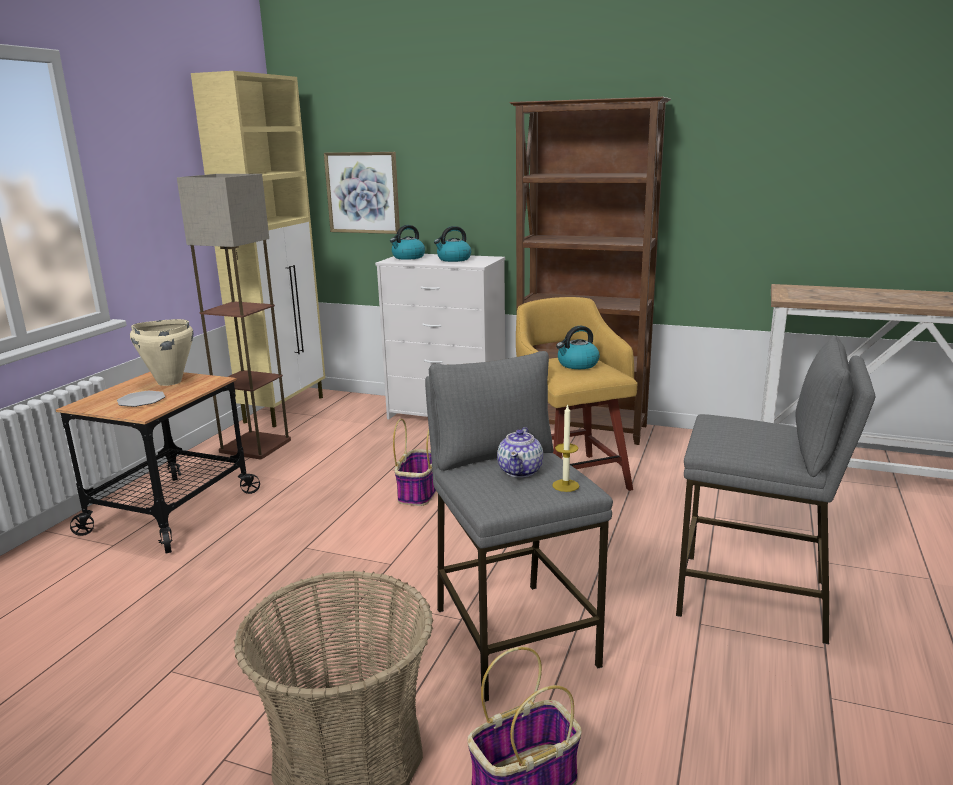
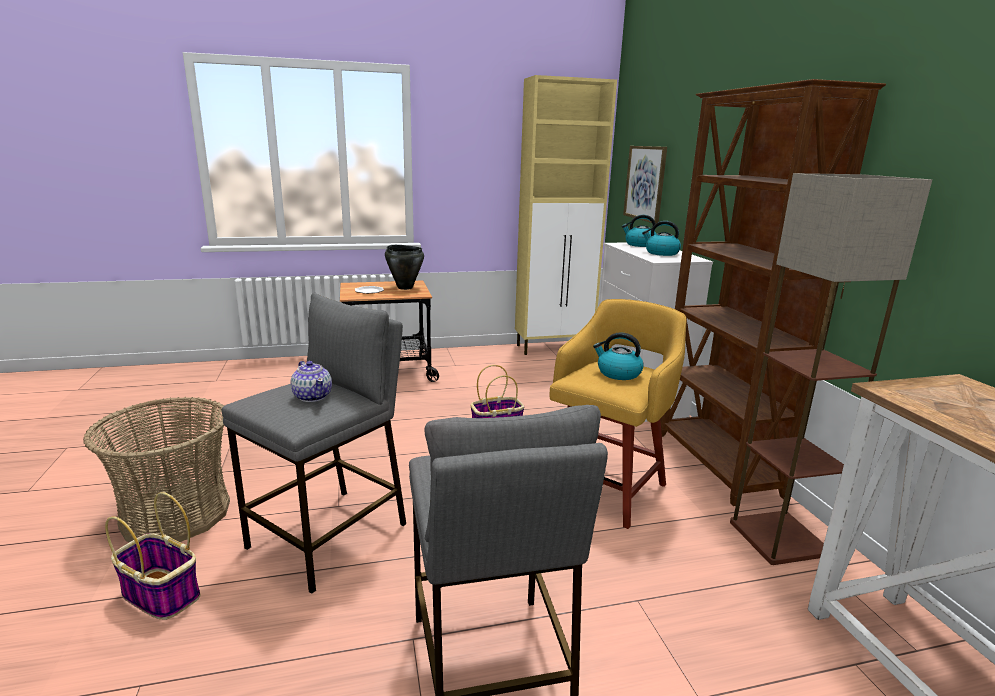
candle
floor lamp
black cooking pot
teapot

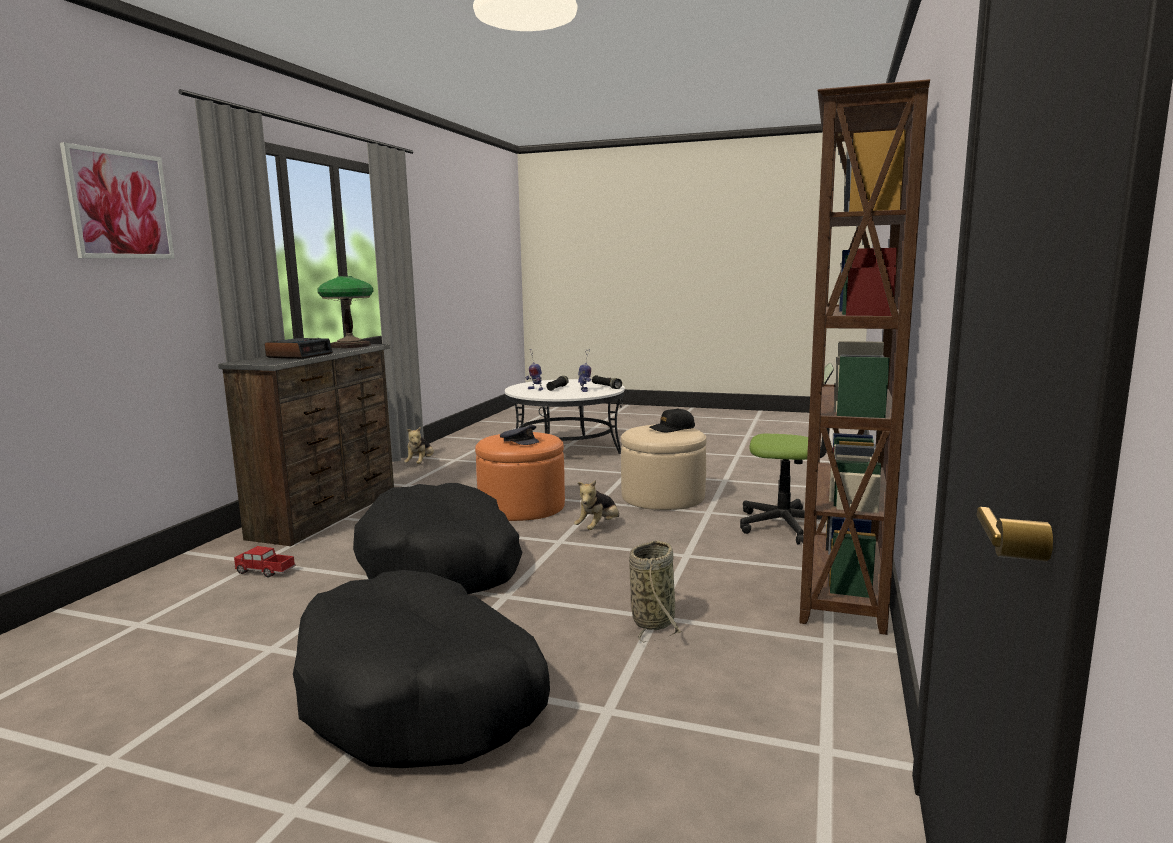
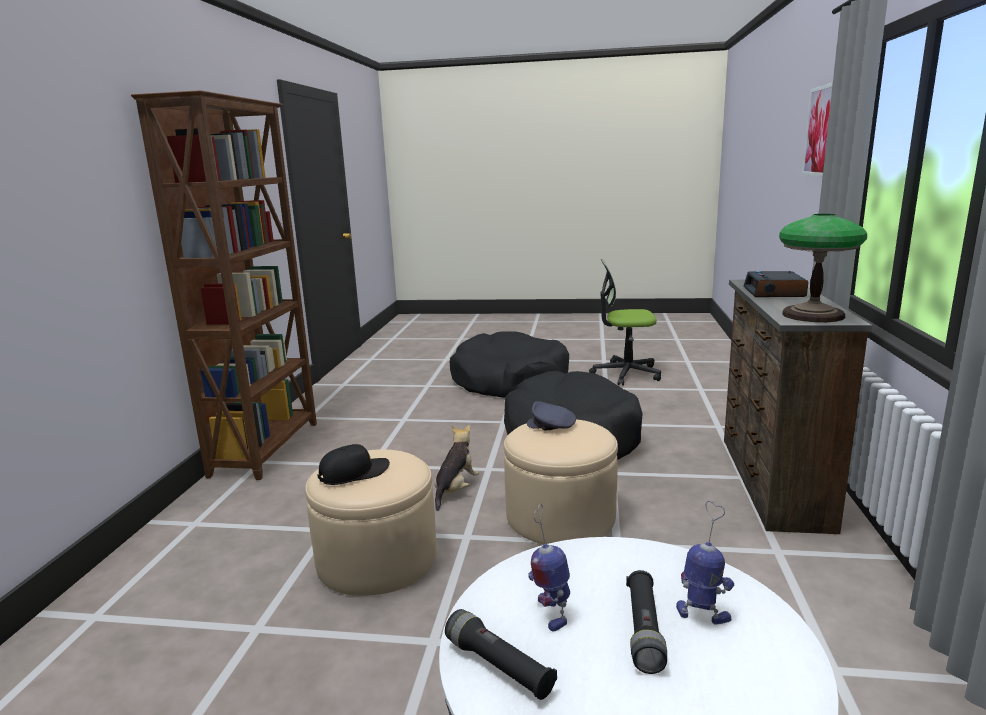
toy truck
plush toy (no. 1 from left in the first image)
basket
office chair
beige ottoman (no. 2 from left)

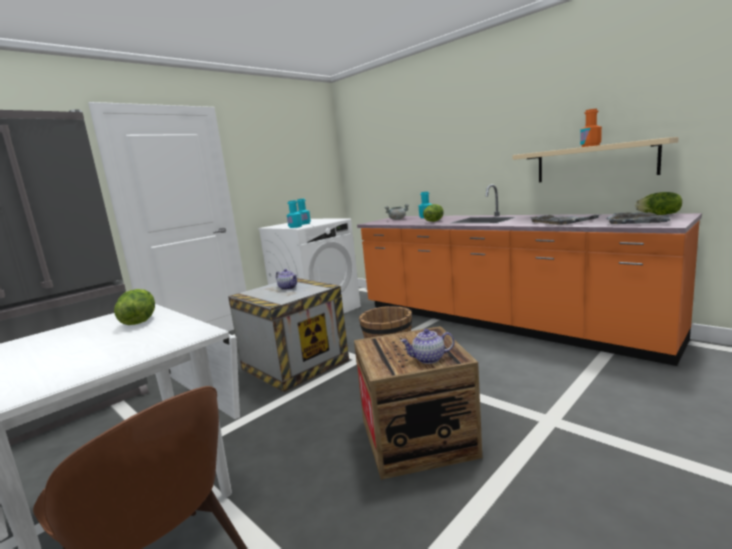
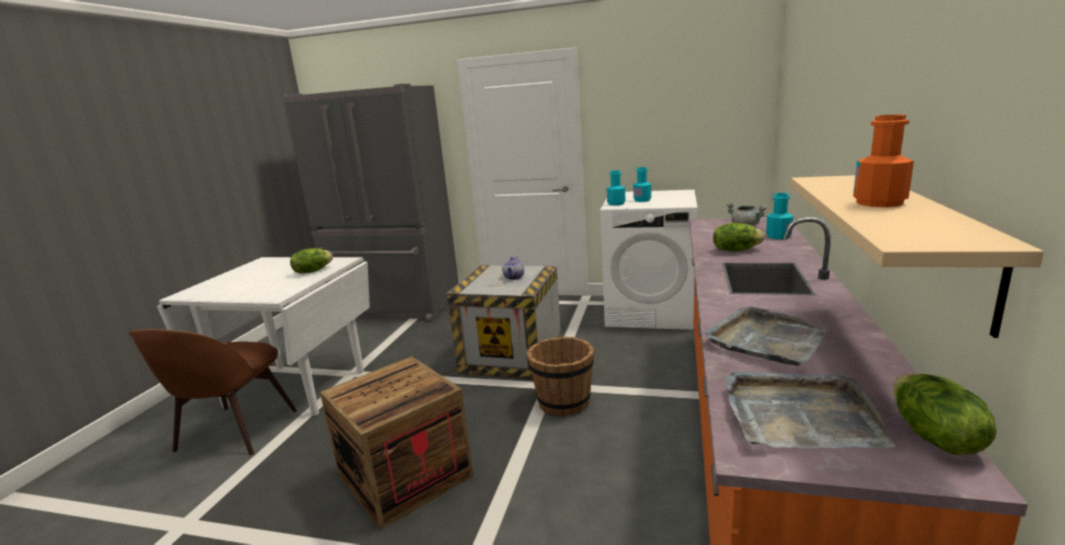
teapot (no. 2 from left in the first image)

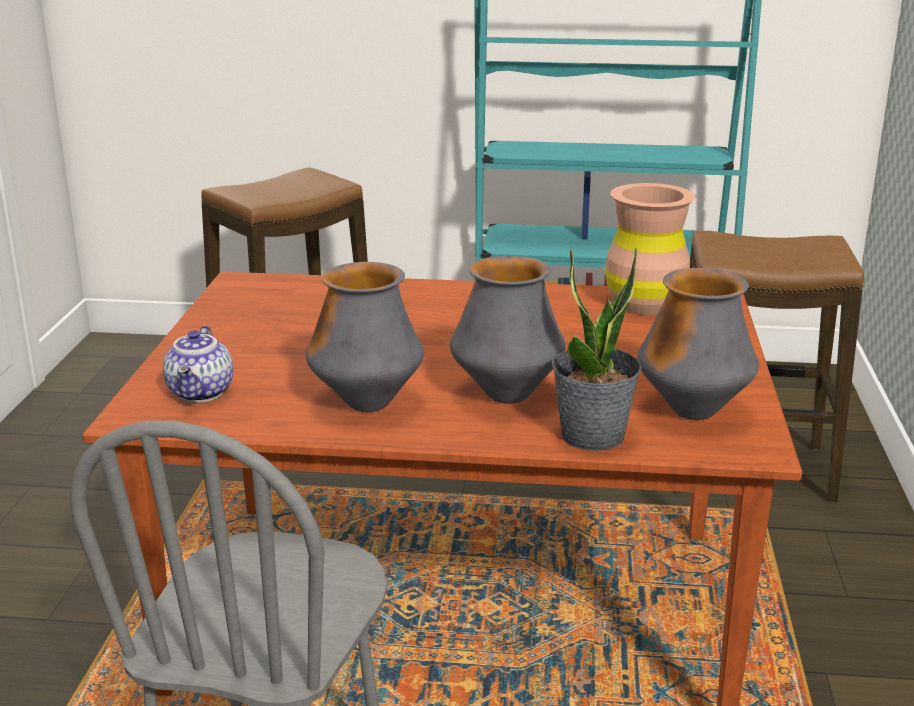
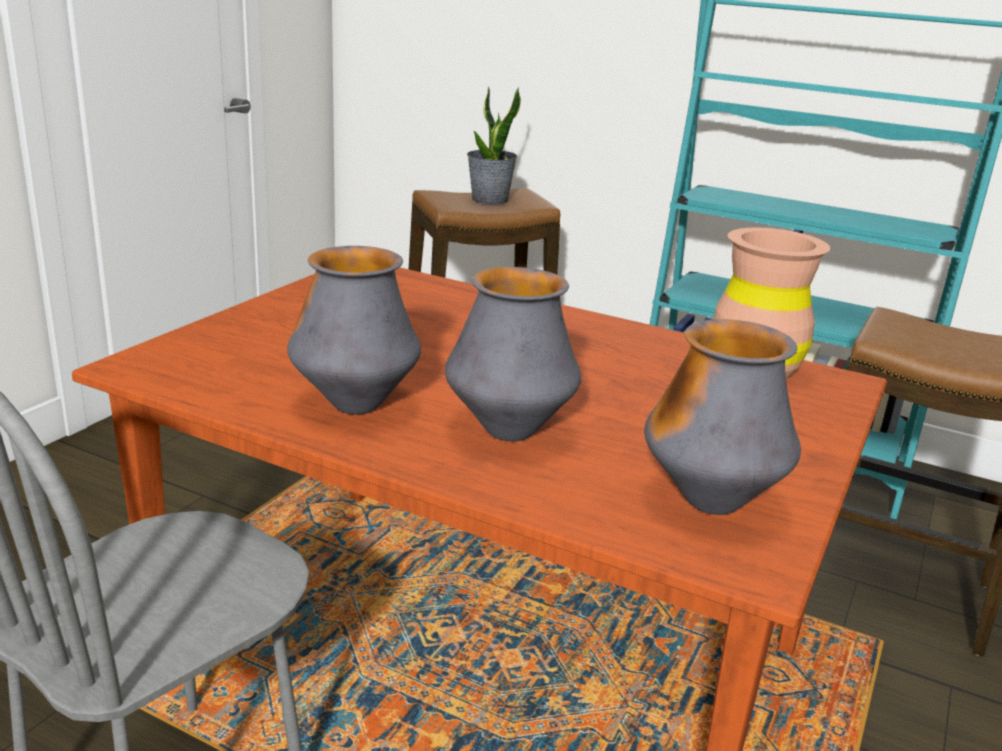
teapot
potted plant

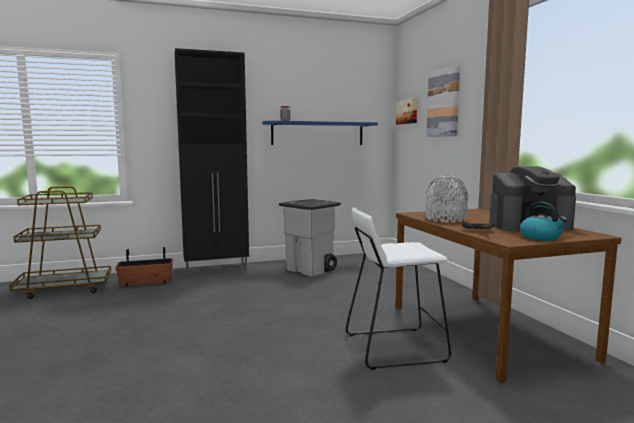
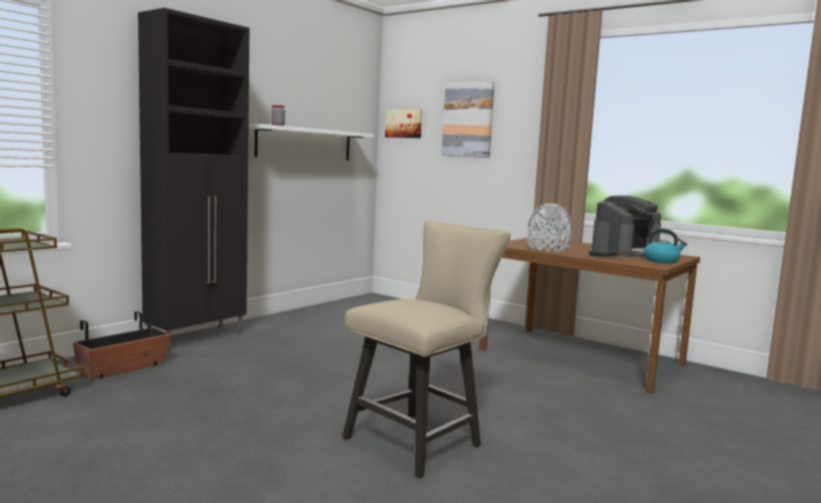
grey trash can
white stool
beige chair
white shelf

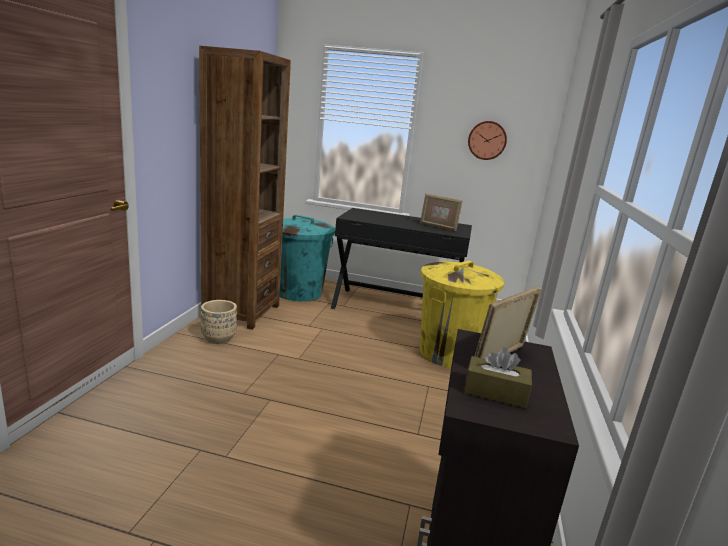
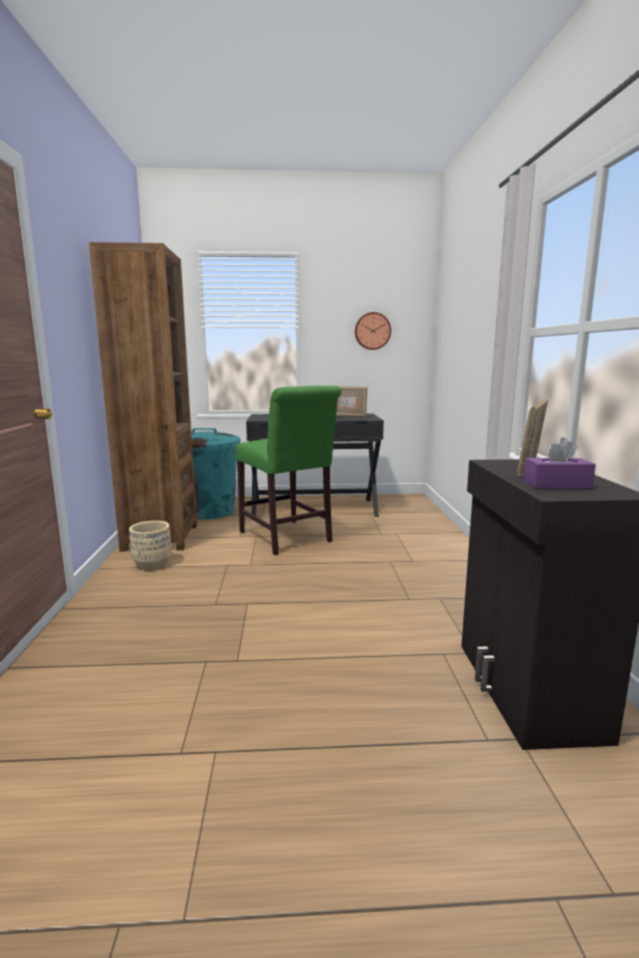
yellow trash can
green chair
purple tissue box

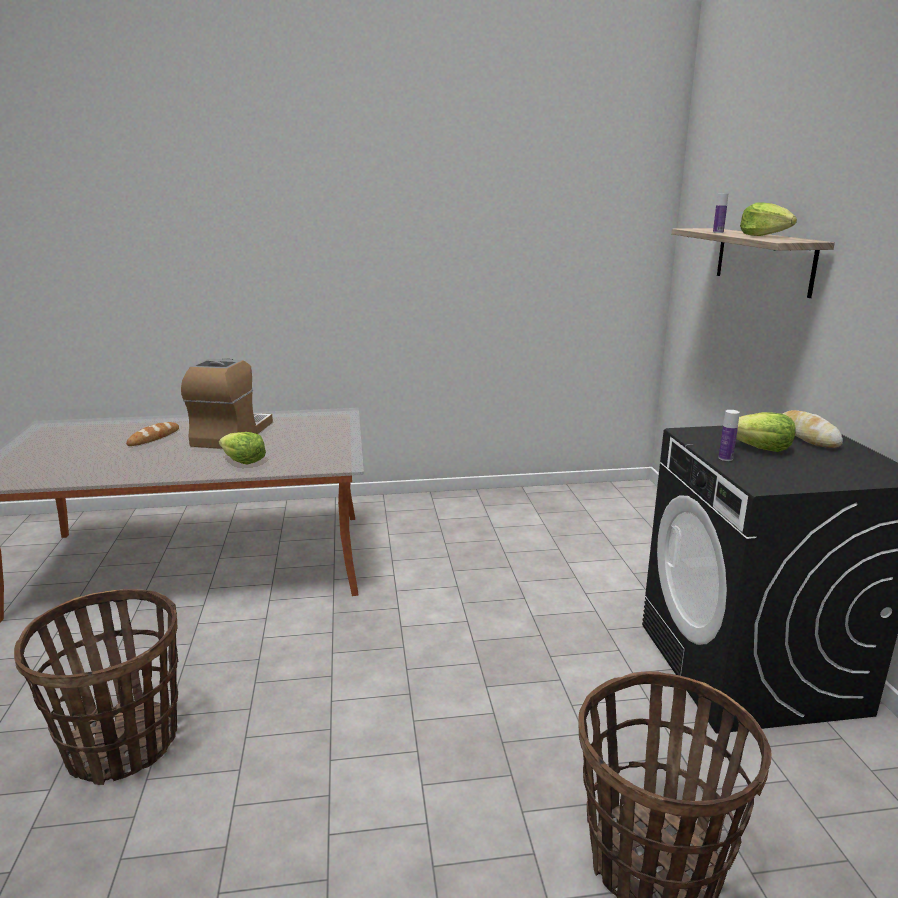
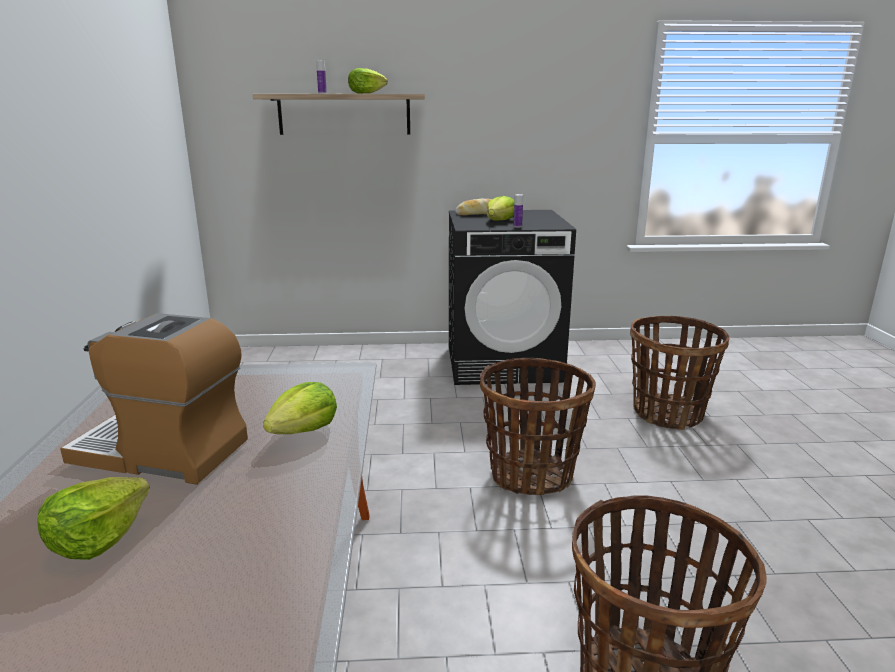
basket (no. 1 from left)
lettuce (no. 1 from left)

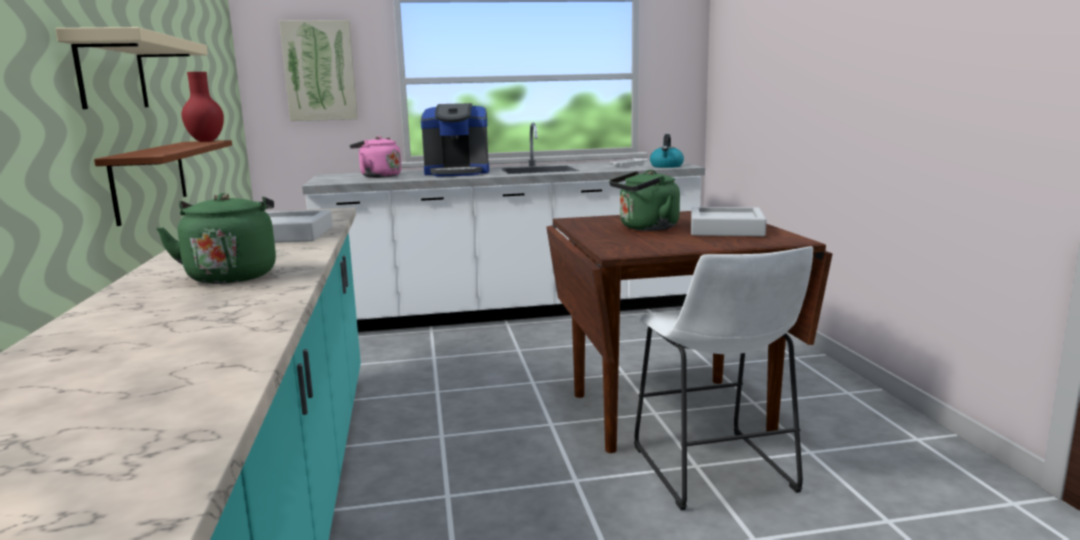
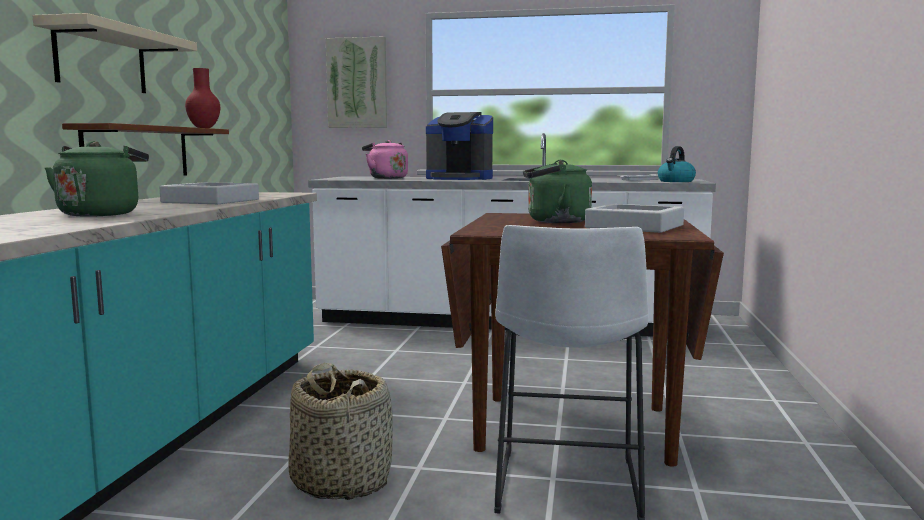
basket

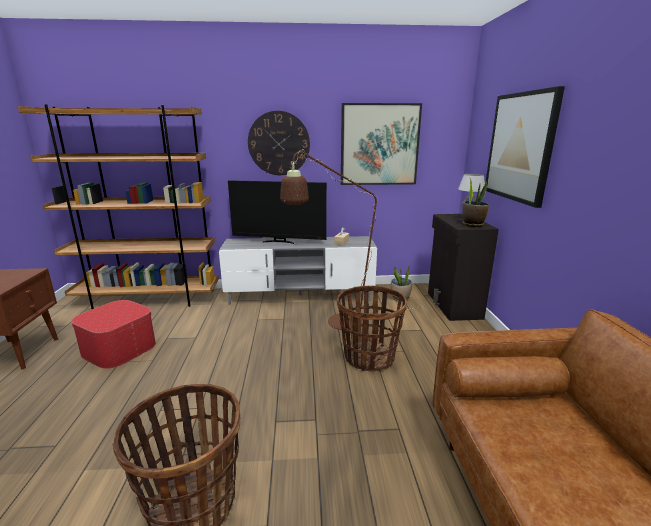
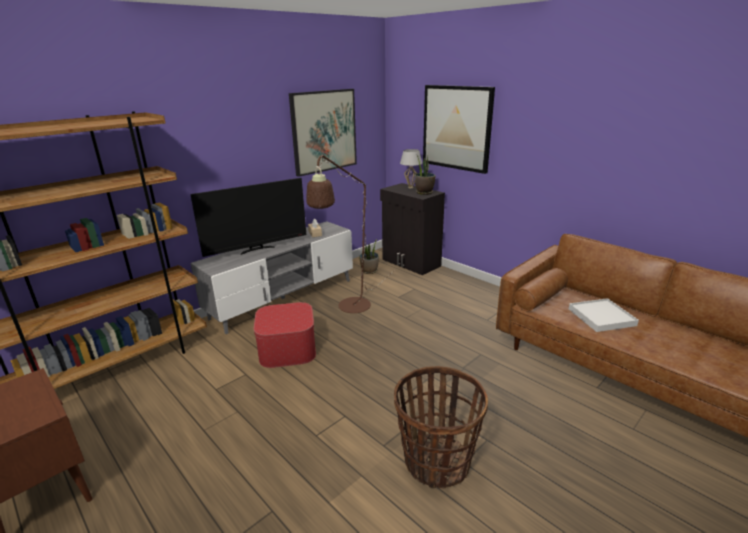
wall clock
basket (no. 2 from left in the first image)
white tray
ottoman

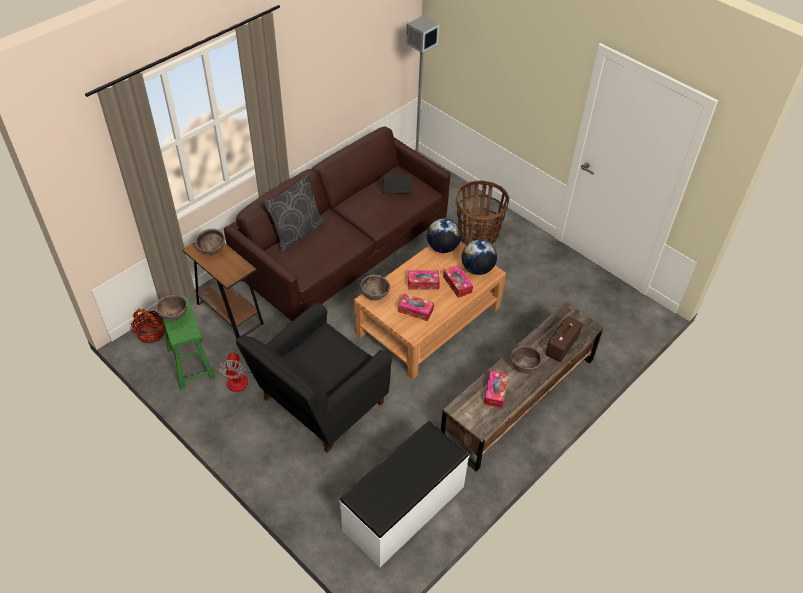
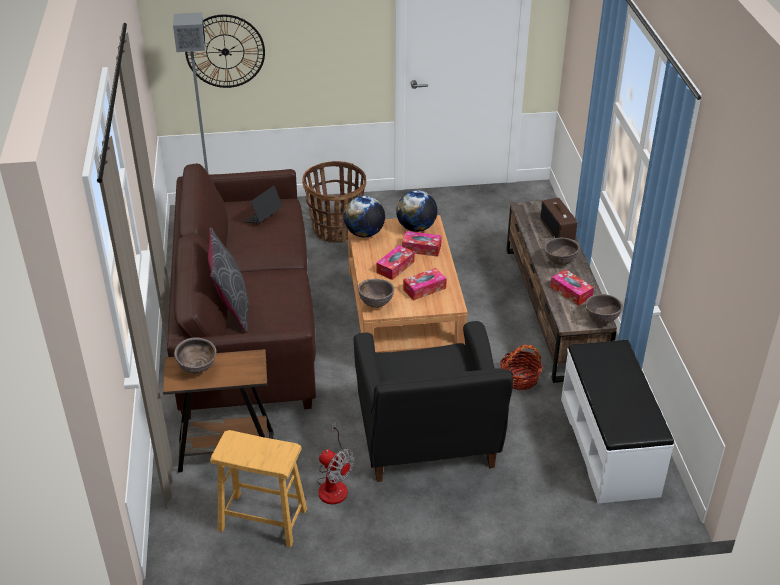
wall clock
basket (no. 2 from left)
brown bowl (no. 4 from left)
brown stool

